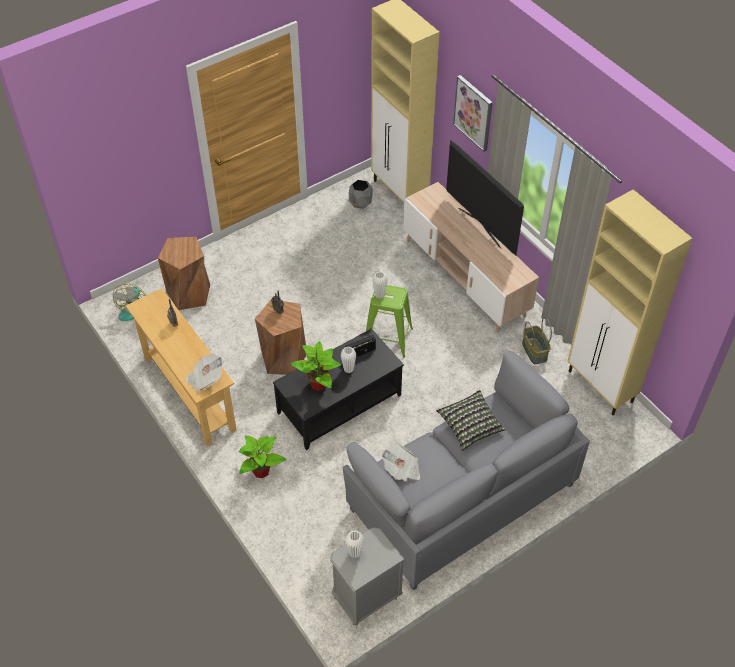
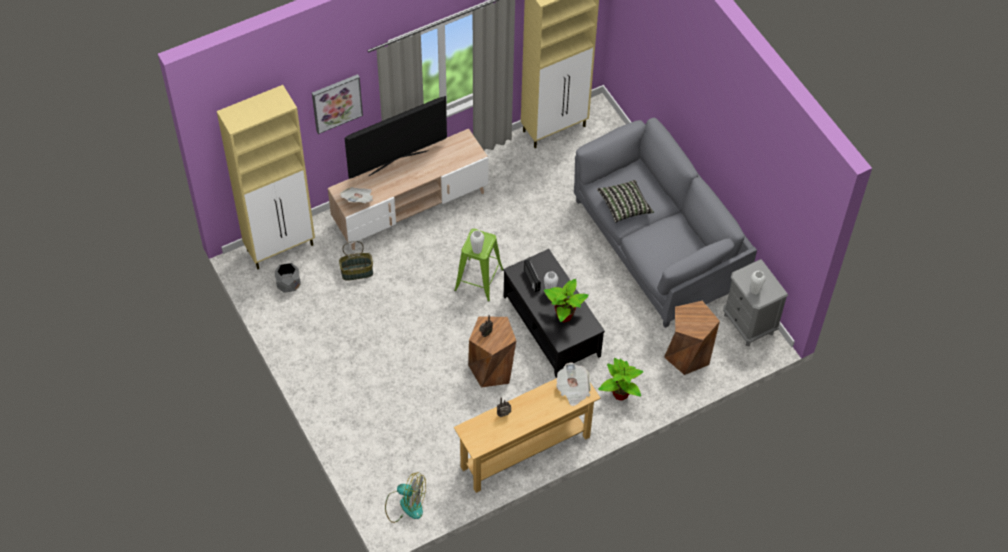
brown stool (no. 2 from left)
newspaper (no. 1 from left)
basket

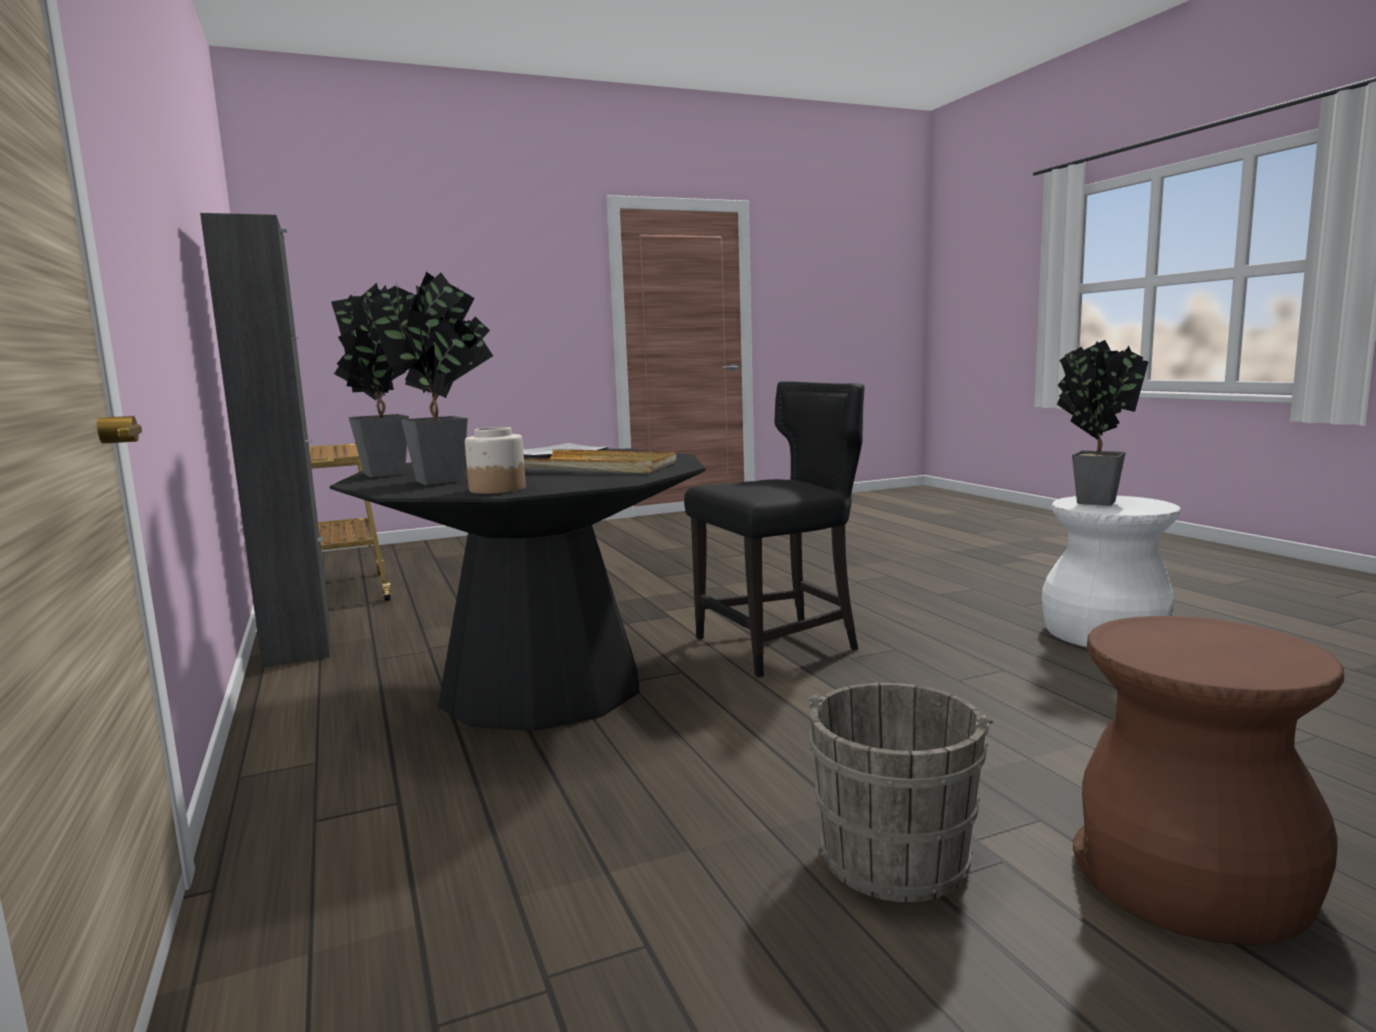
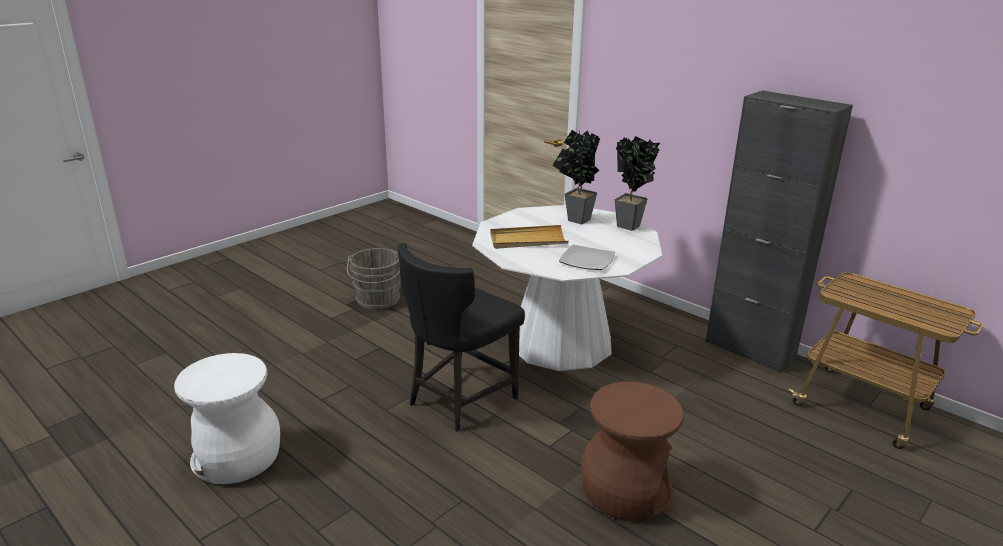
jar
potted plant (no. 3 from left in the first image)
brown stool
white dining table

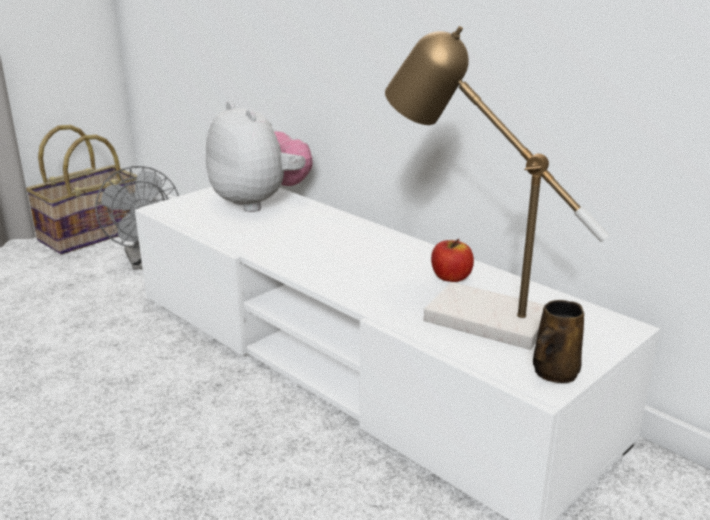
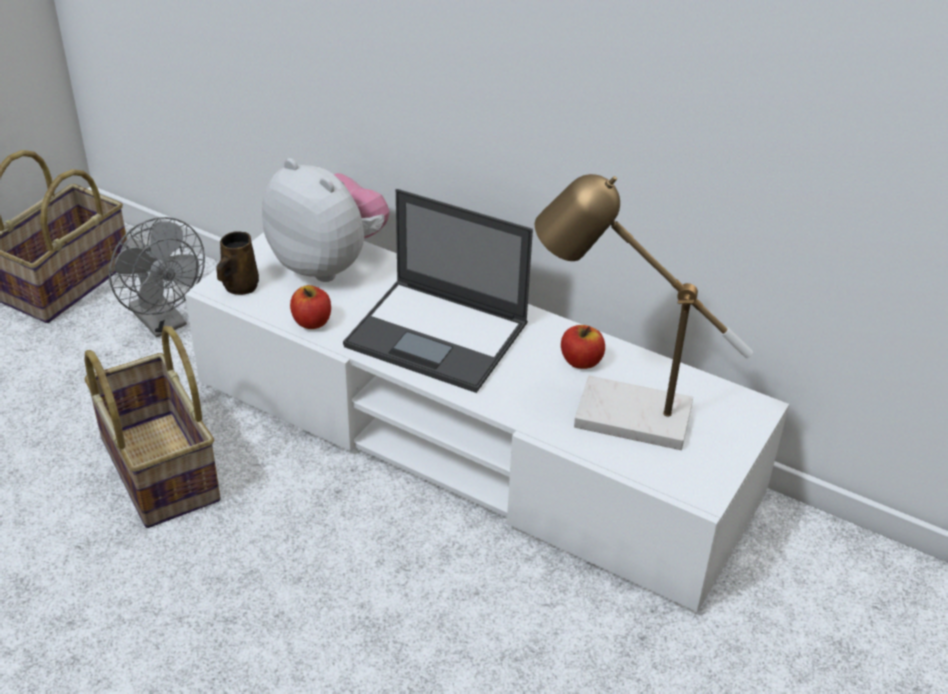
basket (no. 2 from left)
apple (no. 1 from left)
laptop
brown mug

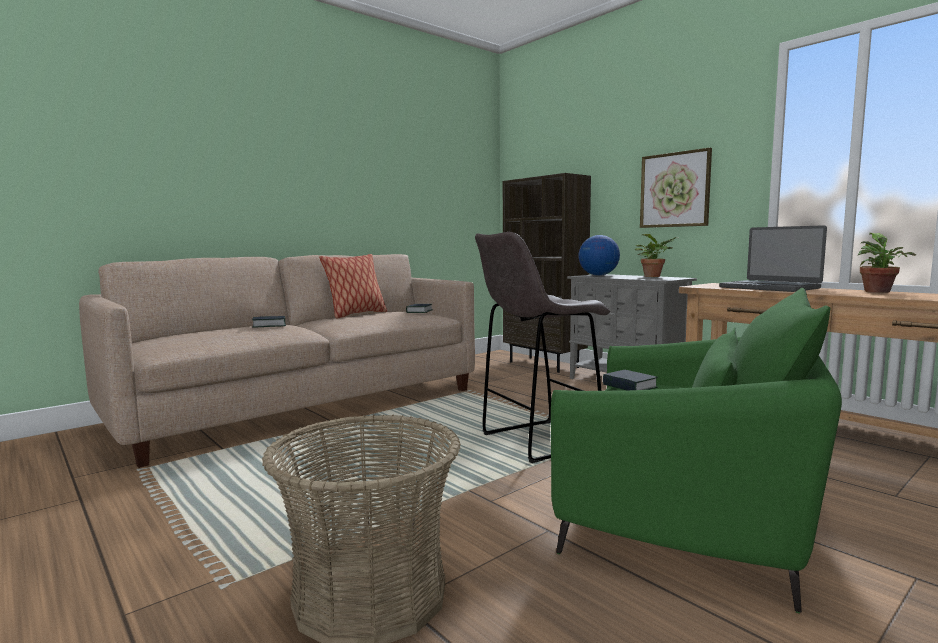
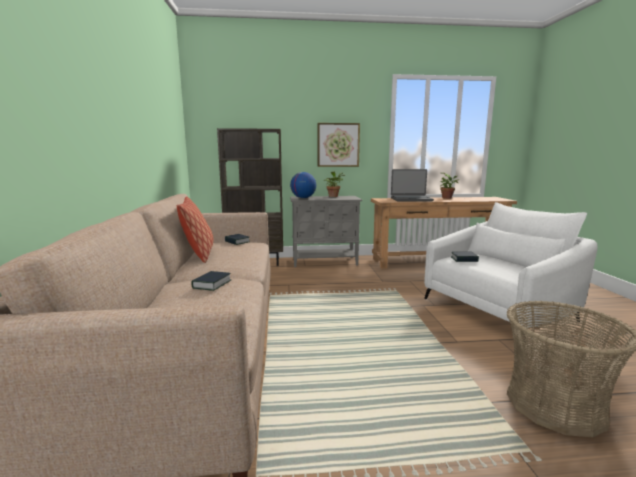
grey stool
white armchair

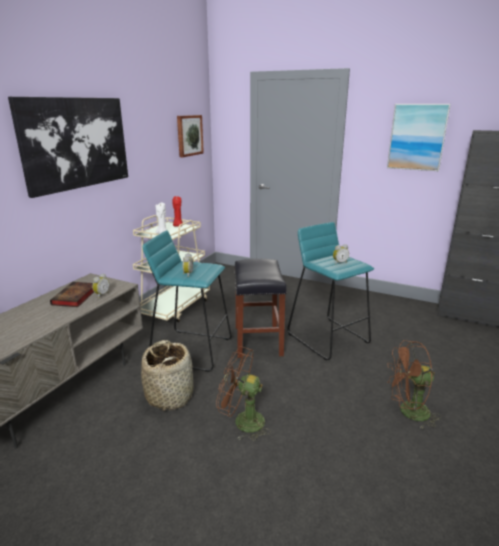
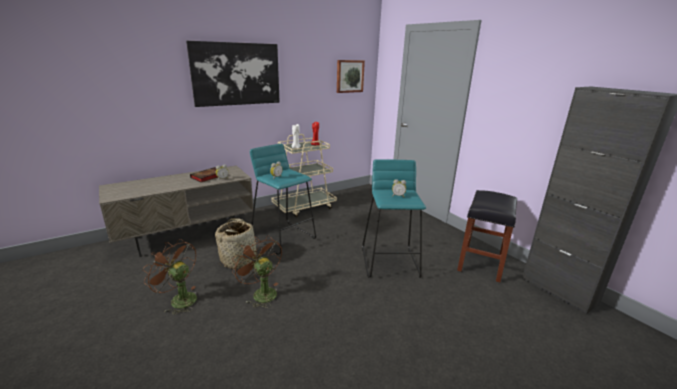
picture (no. 3 from left in the first image)
black stool
brown fan (no. 1 from left)

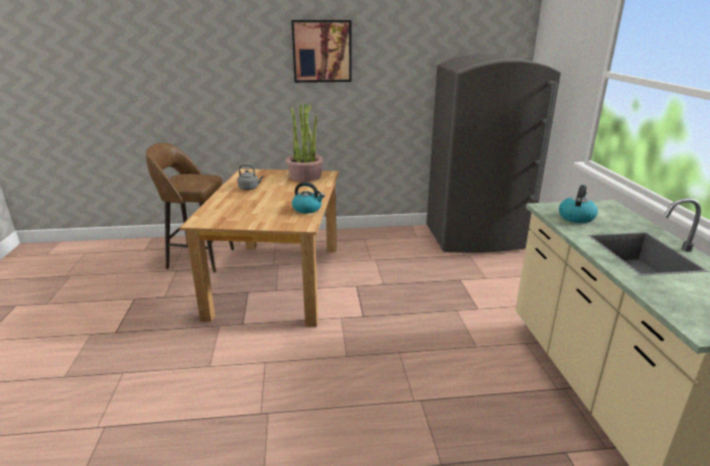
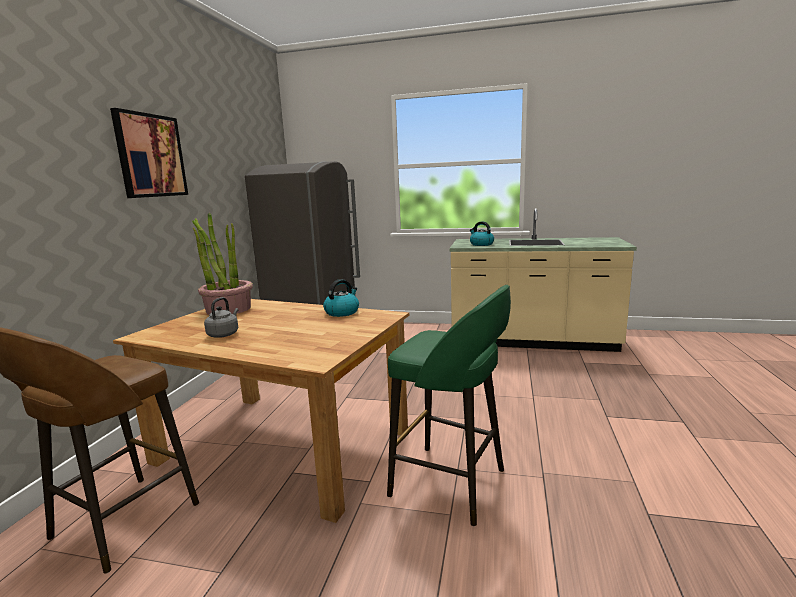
green stool

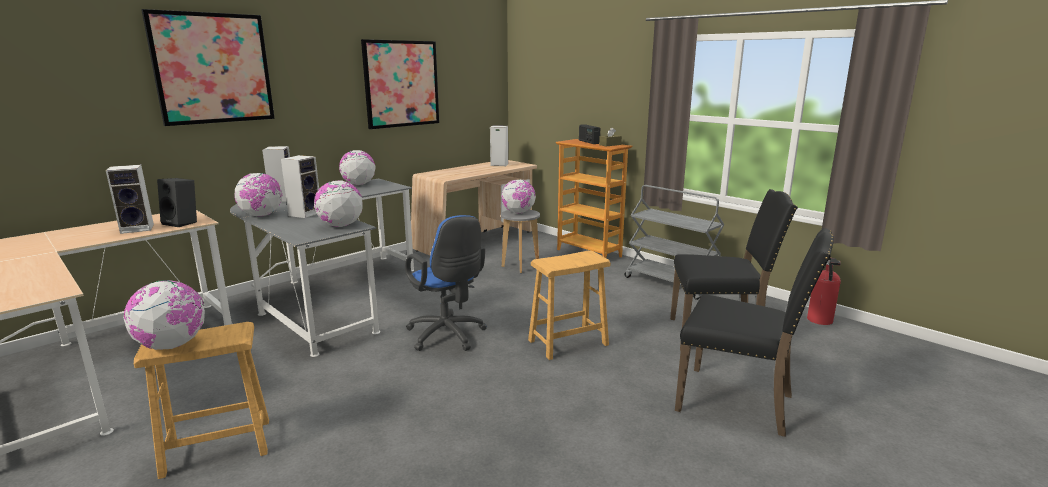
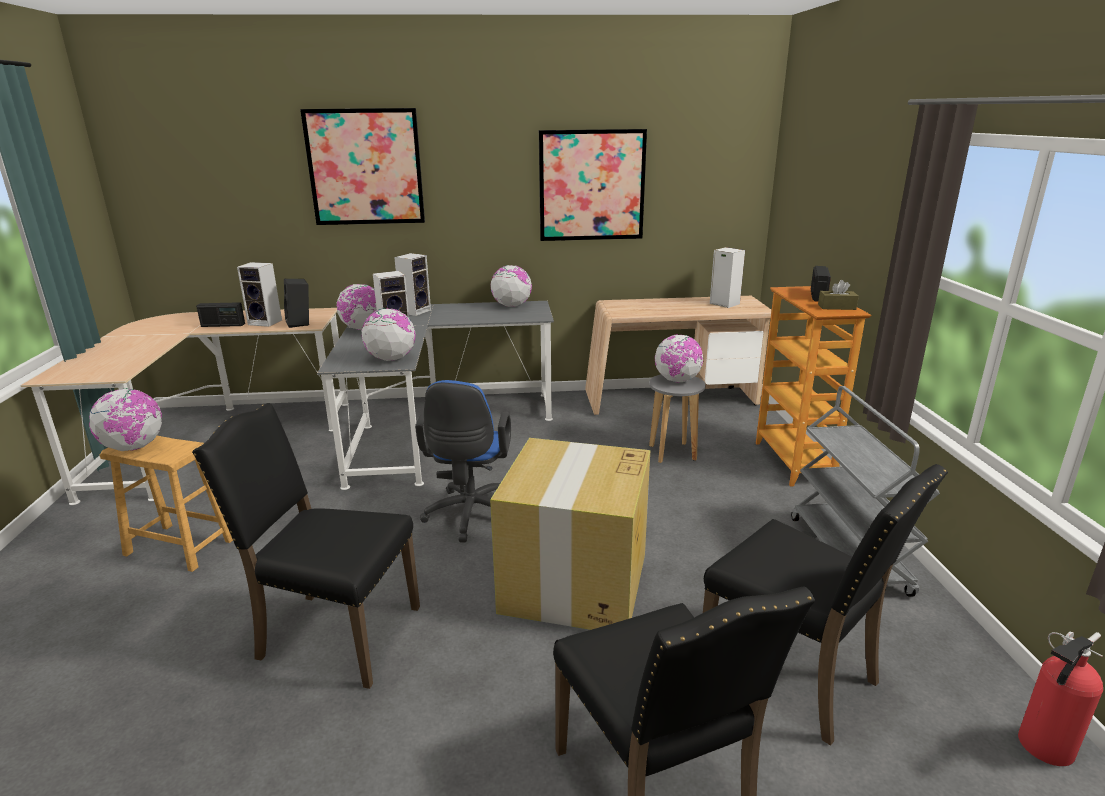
black chair (no. 1 from left)
radio (no. 1 from left)
cardboard box

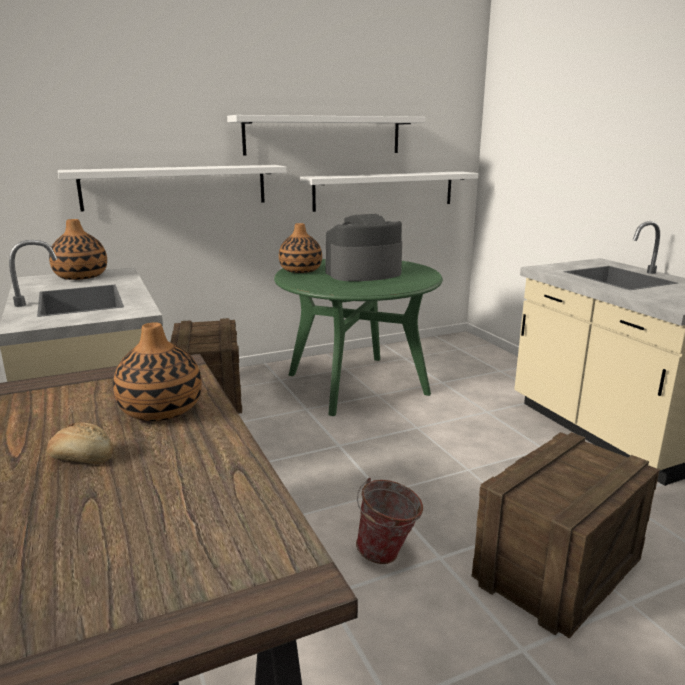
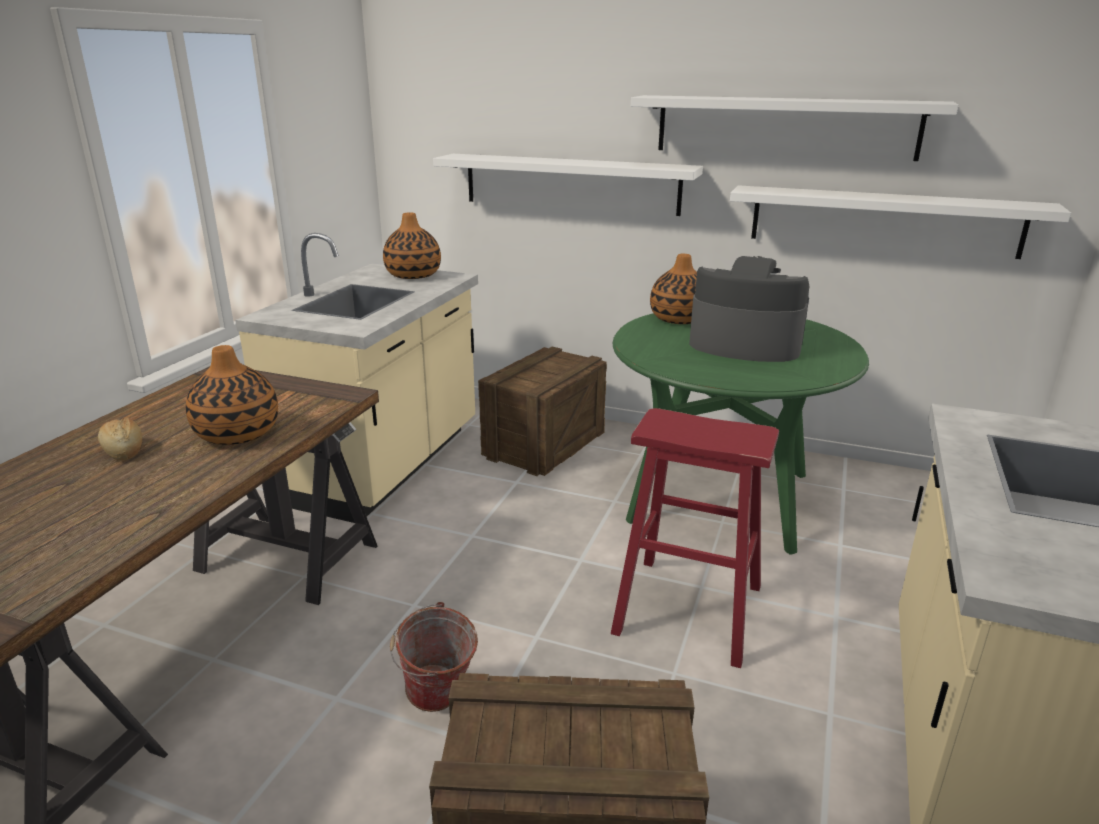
red stool

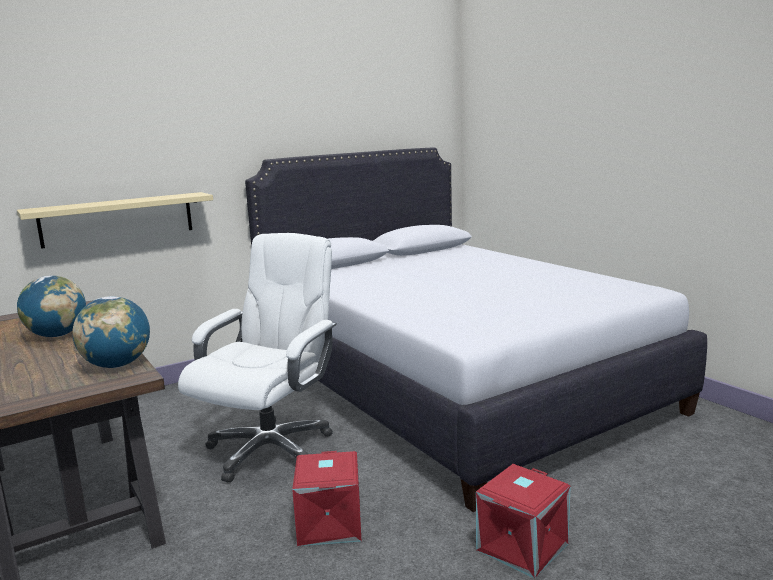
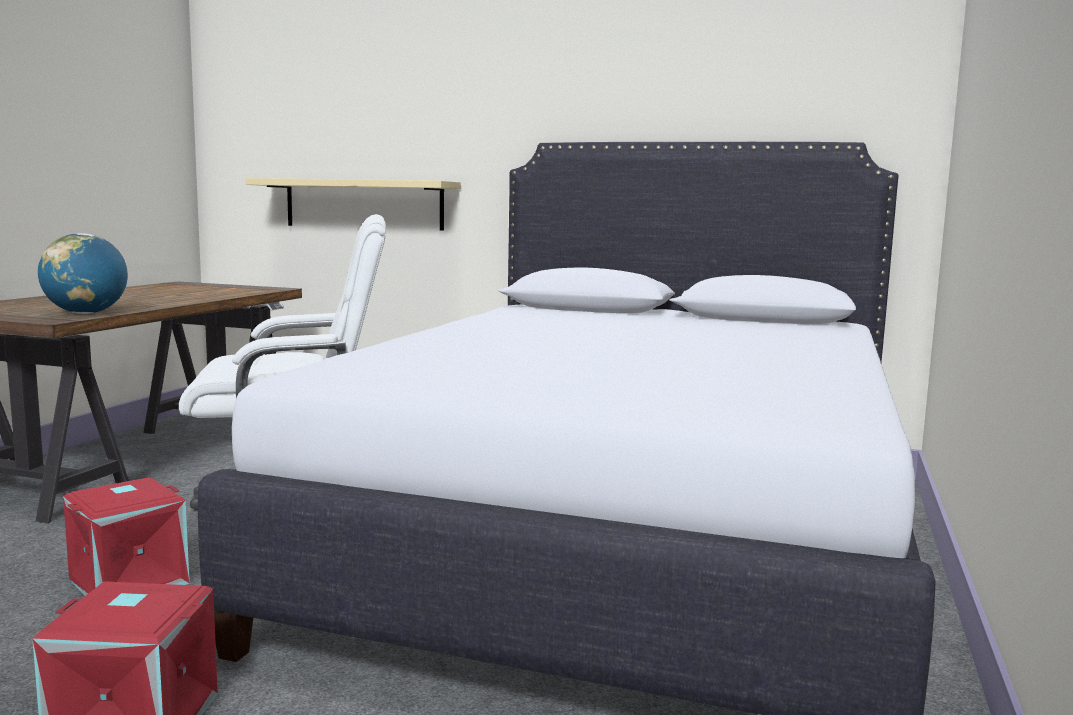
globe (no. 1 from left in the first image)

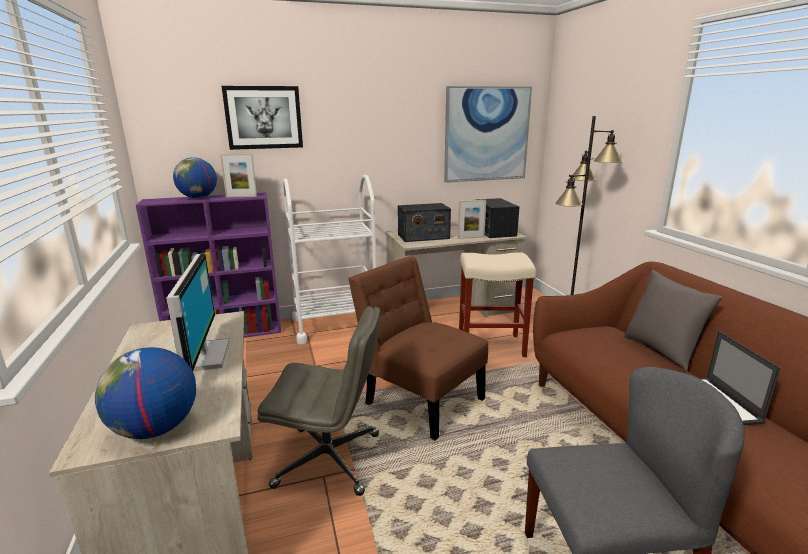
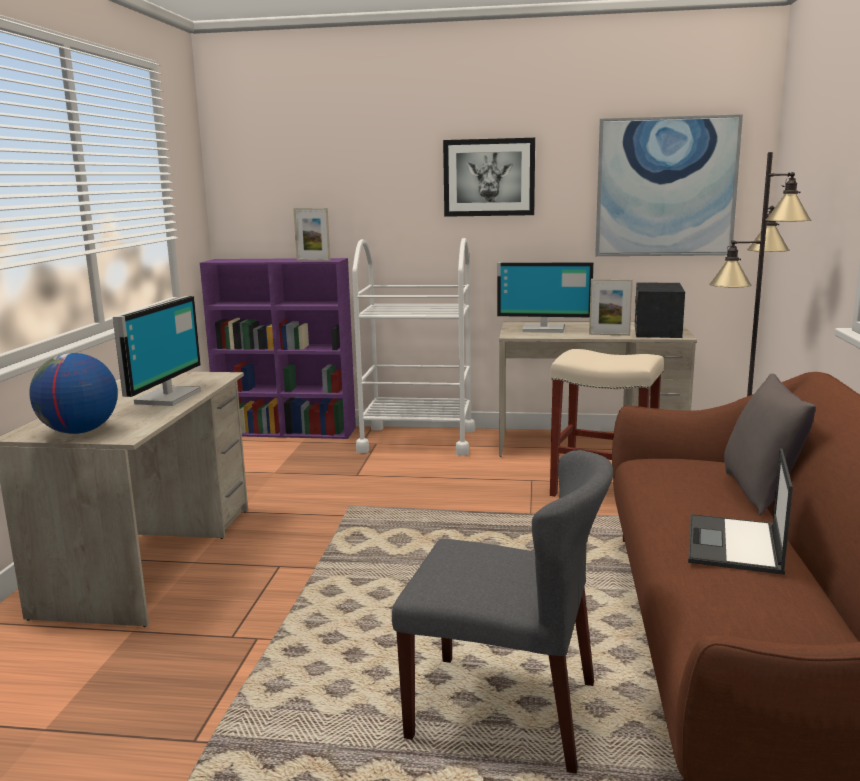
globe (no. 2 from left in the first image)
grey office chair
brown chair
picture (no. 1 from left)
monitor (no. 2 from left)

